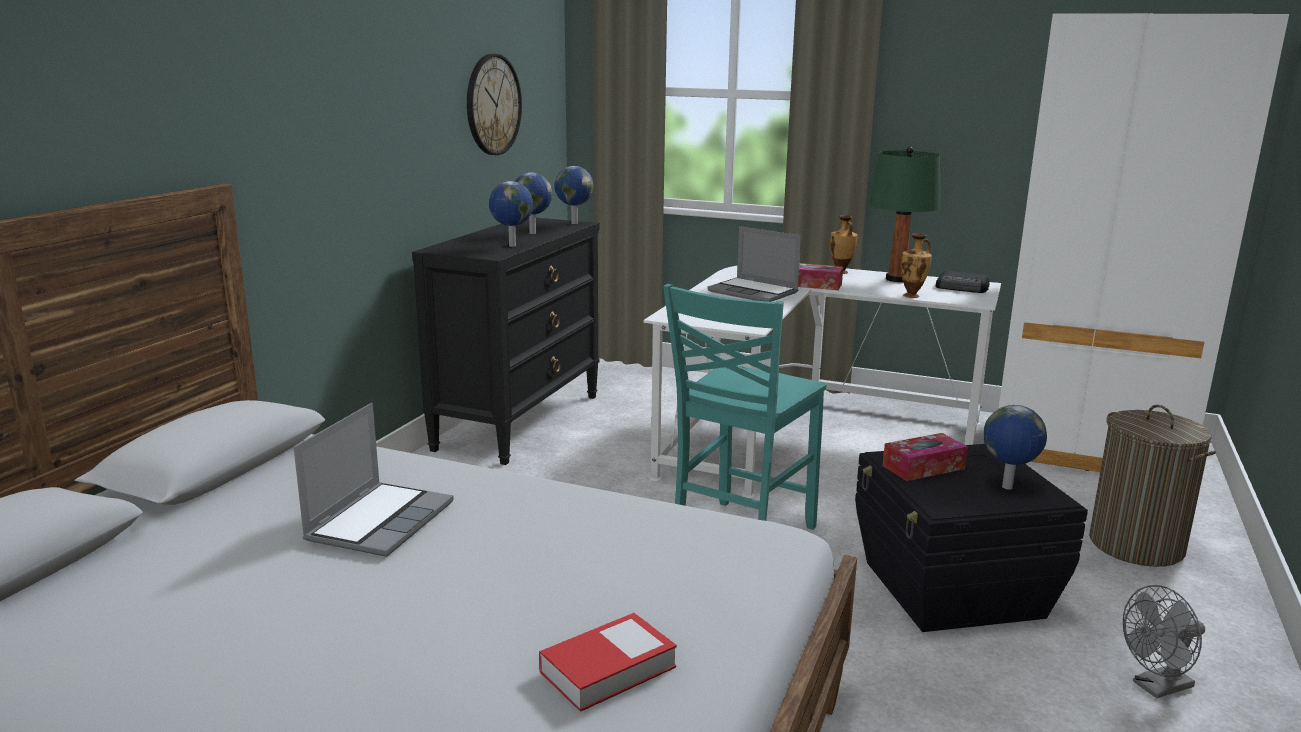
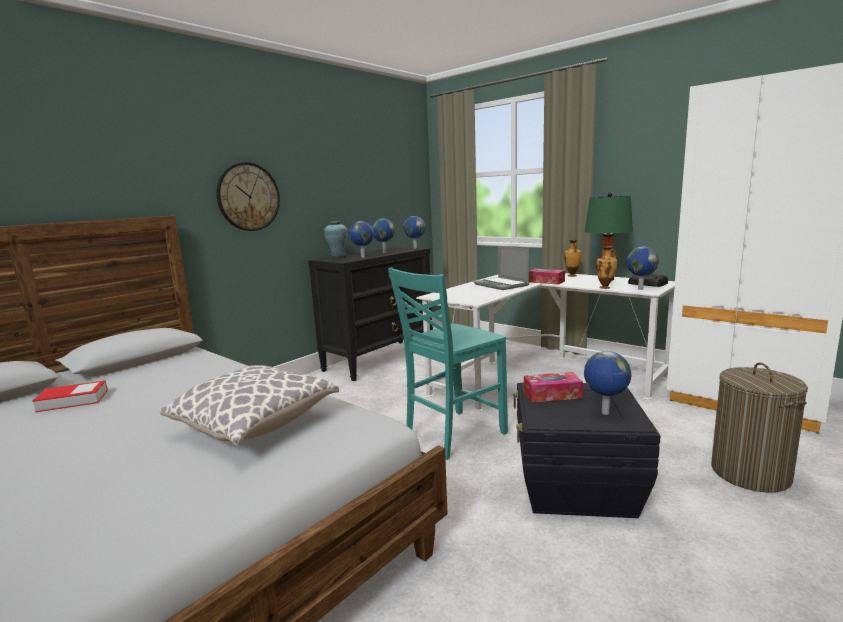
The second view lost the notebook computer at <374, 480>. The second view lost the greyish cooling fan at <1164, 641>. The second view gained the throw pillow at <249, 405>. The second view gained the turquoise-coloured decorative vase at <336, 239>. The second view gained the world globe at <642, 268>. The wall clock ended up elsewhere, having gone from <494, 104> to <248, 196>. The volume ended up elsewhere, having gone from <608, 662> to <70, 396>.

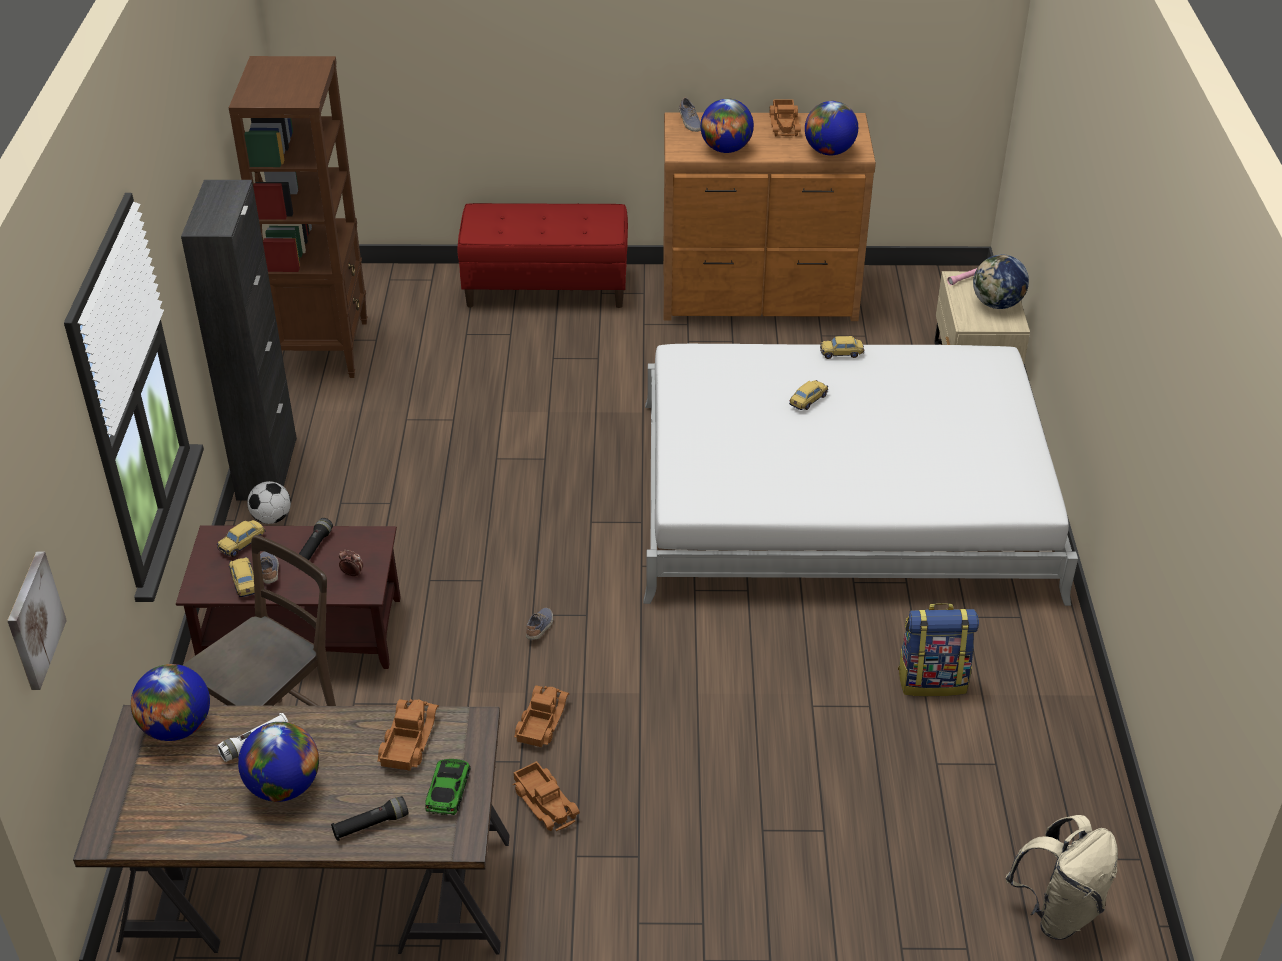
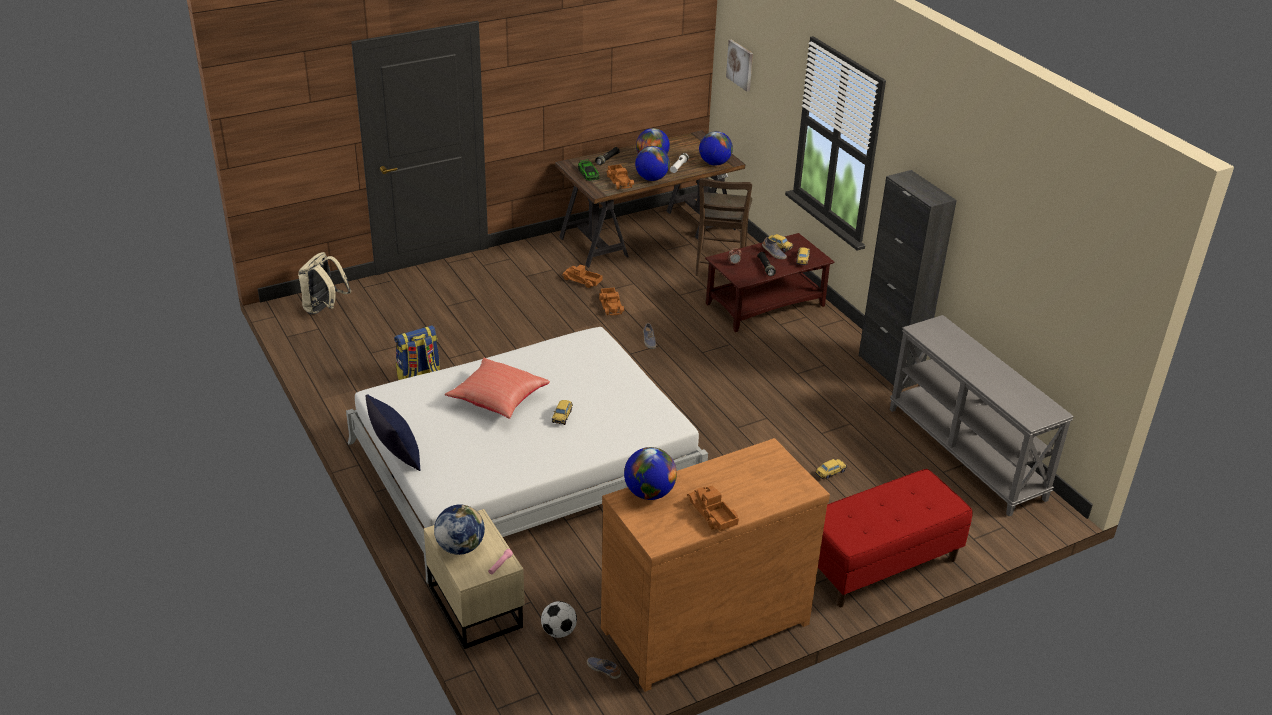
The second view gained the blue-coloured throw pillow at <393, 432>. The second view gained the red throw pillow at <497, 388>. The ball for football ended up elsewhere, having gone from <269, 502> to <559, 619>. The low shoe ended up elsewhere, having gone from <690, 114> to <604, 668>. The world globe ended up elsewhere, having gone from <727, 125> to <652, 163>. The model car ended up elsewhere, having gone from <842, 347> to <831, 469>. Where the brown bookshelf stood at <298, 217>, the greyish console table came to stand at <982, 415>.

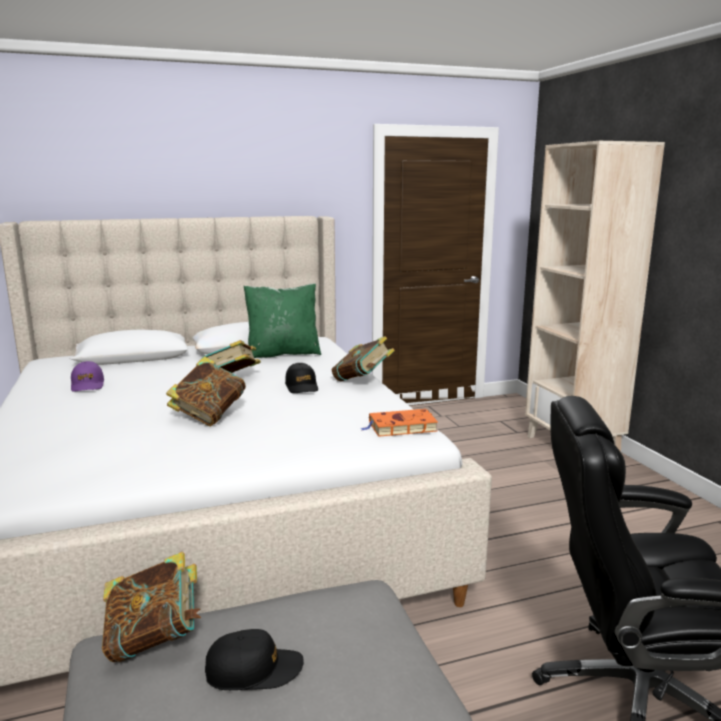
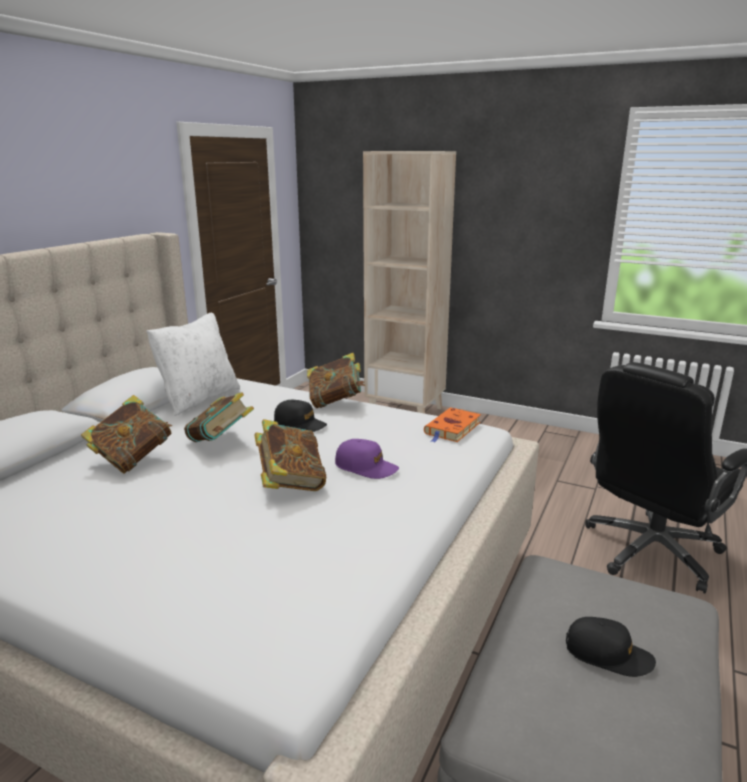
The purple-coloured cap ended up elsewhere, having gone from <87, 376> to <367, 459>. The volume ended up elsewhere, having gone from <151, 607> to <126, 434>. What was the green throw pillow at <283, 320> turned into the whitish throw pillow at <193, 364>. The black cap at <254, 659> ended up facing another way, 75 degrees clockwise from before.

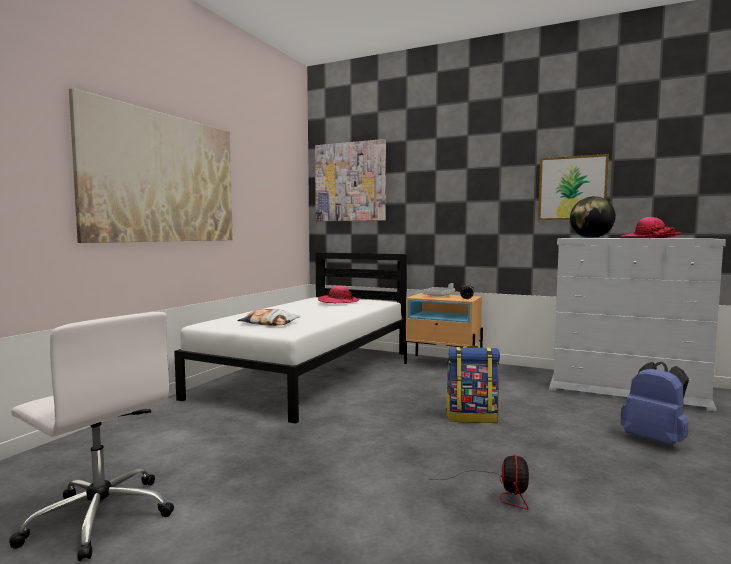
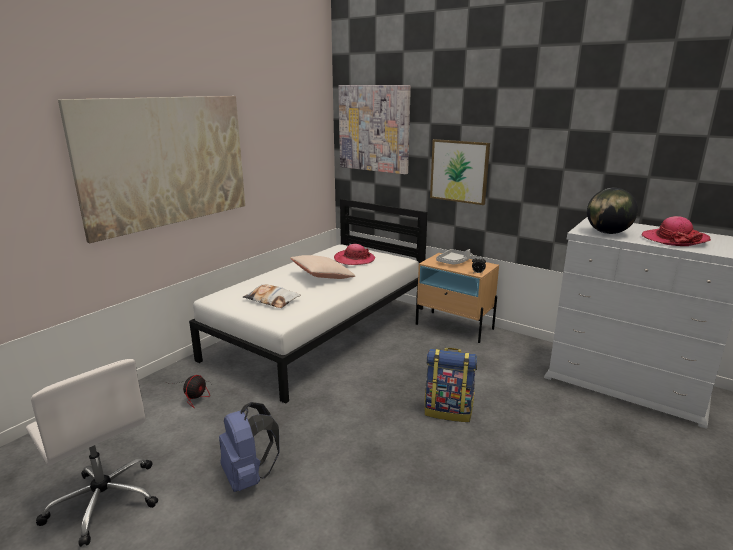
The second view gained the sand-coloured throw pillow at <322, 267>. The cooling fan ended up elsewhere, having gone from <481, 482> to <189, 392>. The picture ended up elsewhere, having gone from <573, 187> to <460, 172>. The blue-coloured rucksack ended up elsewhere, having gone from <654, 403> to <249, 447>.

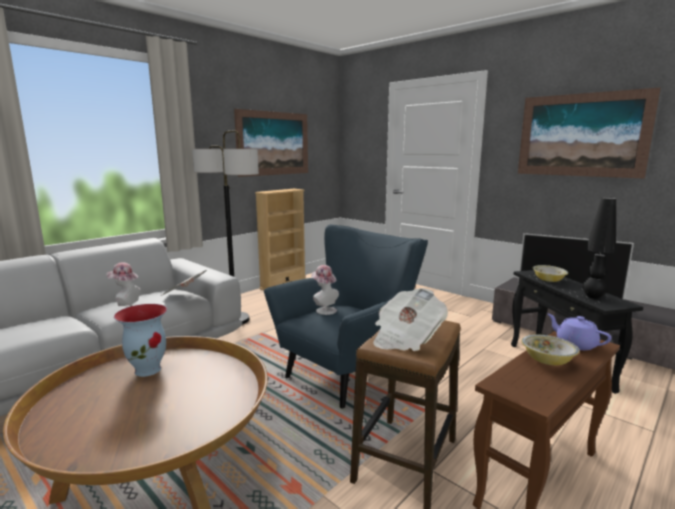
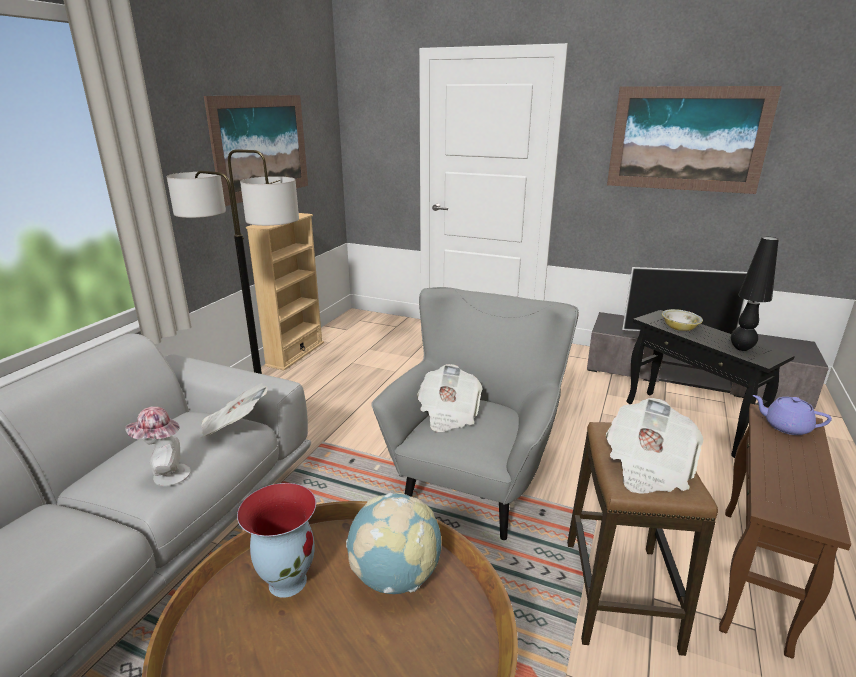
The second view lost the deep dish at <551, 349>. The second view gained the world globe at <393, 543>. Where the hat stood at <325, 290>, the daily paper came to stand at <450, 398>. What was the blue-coloured lounge chair at <346, 316> turned into the greyish lounge chair at <475, 413>.

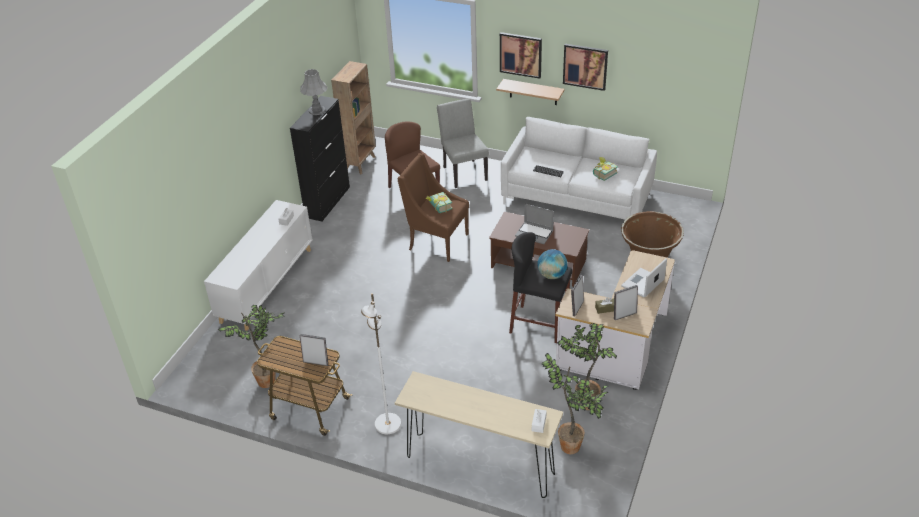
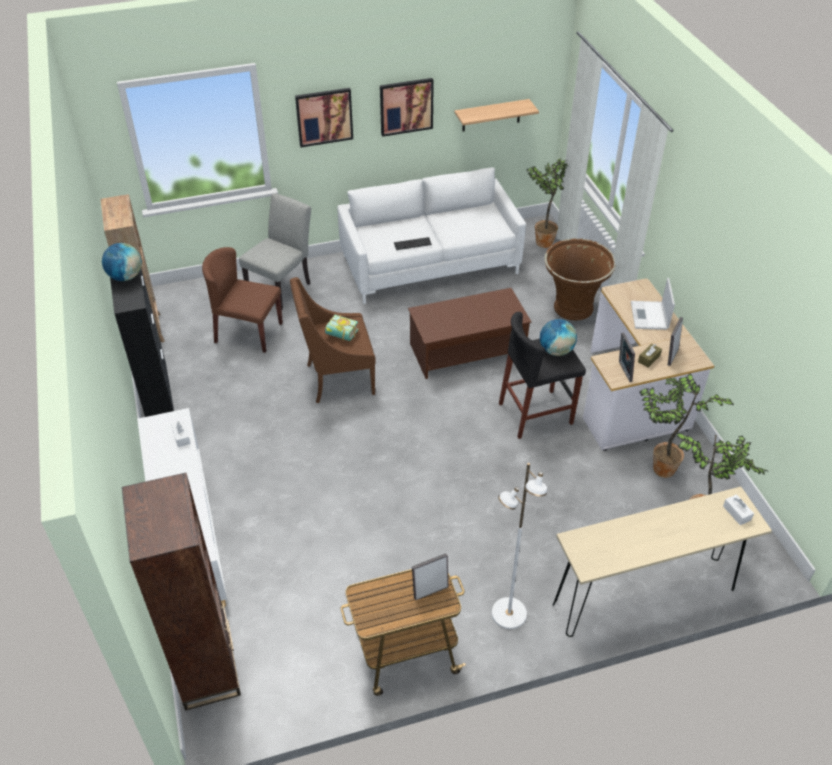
The second view lost the notebook computer at <534, 224>. The second view lost the volume at <605, 169>. The second view gained the brown bookshelf at <181, 592>. The houseplant ended up elsewhere, having gone from <251, 346> to <547, 203>. The shelf ended up elsewhere, having gone from <530, 92> to <496, 115>. Where the greyish lamp for a table stood at <314, 92>, the world globe came to stand at <122, 262>. The greyish chair at <463, 143> ended up facing another way, 90 degrees clockwise from before.

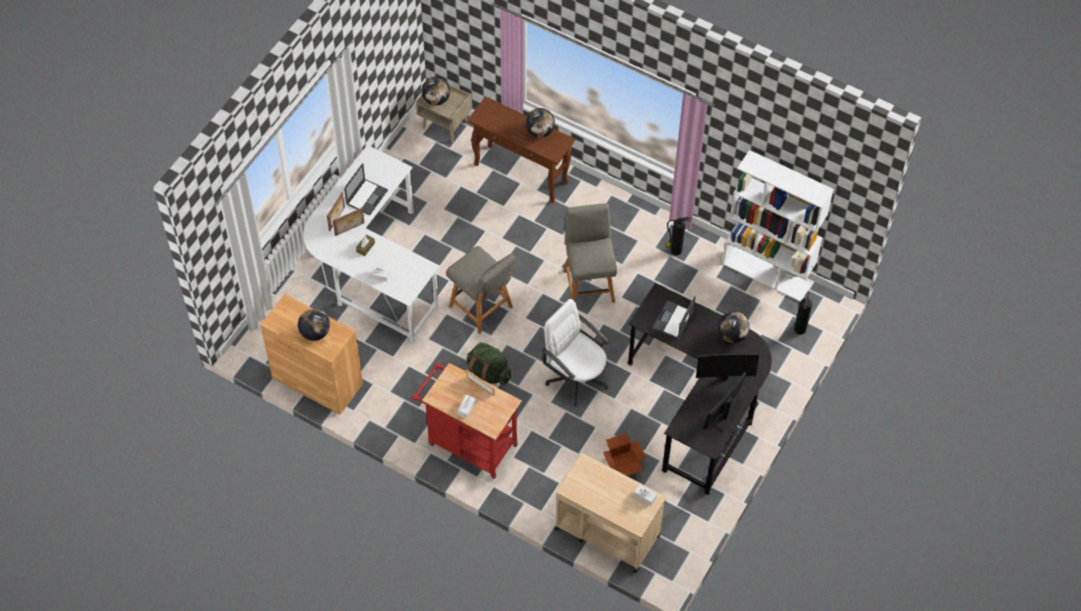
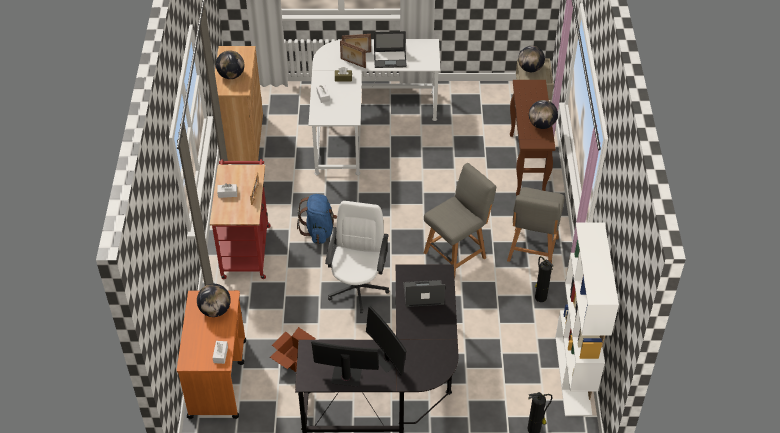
The greyish chair ended up elsewhere, having gone from <481, 290> to <536, 225>. The world globe ended up elsewhere, having gone from <733, 327> to <214, 300>. What was the green rucksack at <489, 363> turned into the blue-coloured rucksack at <317, 219>. What was the sand-coloured wheeled cart at <610, 513> turned into the orangey wheeled cart at <211, 354>.

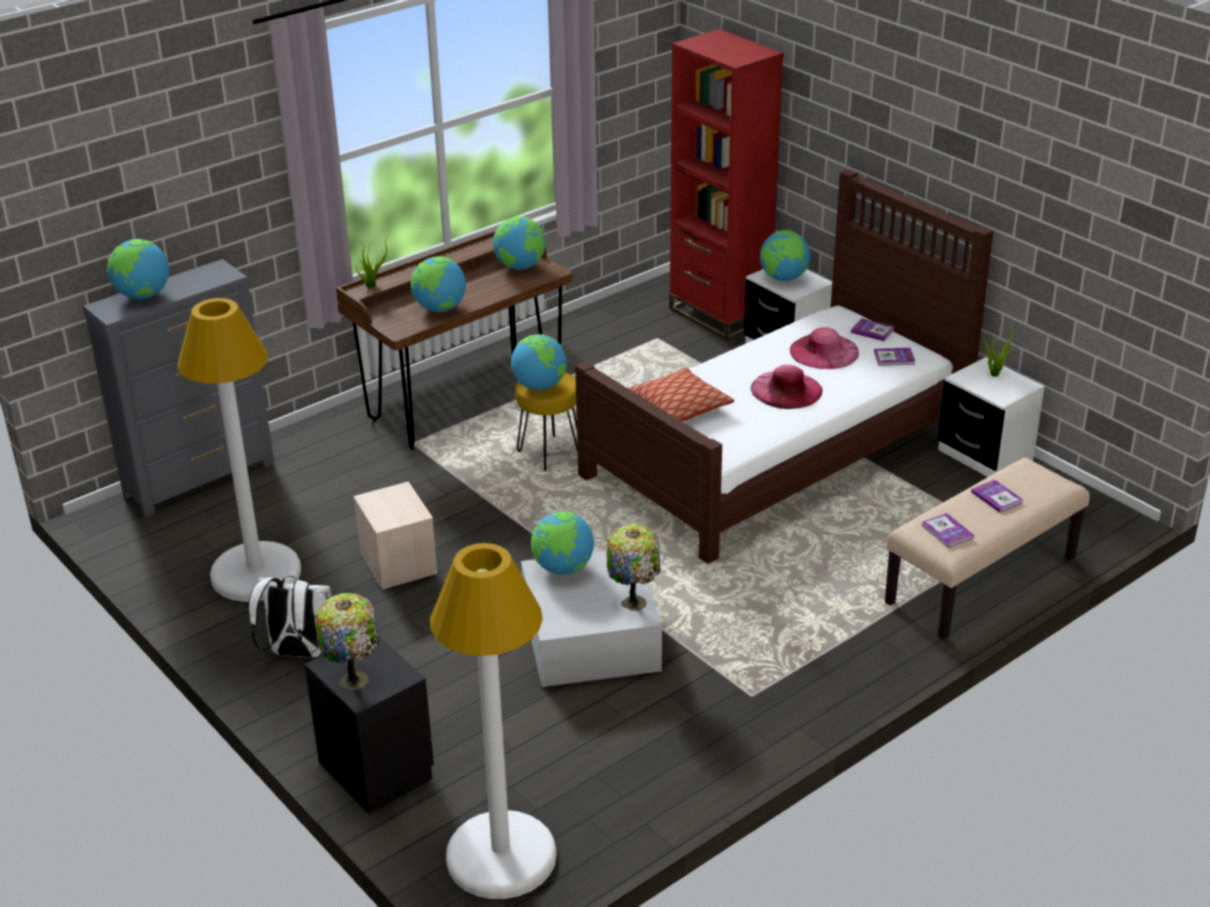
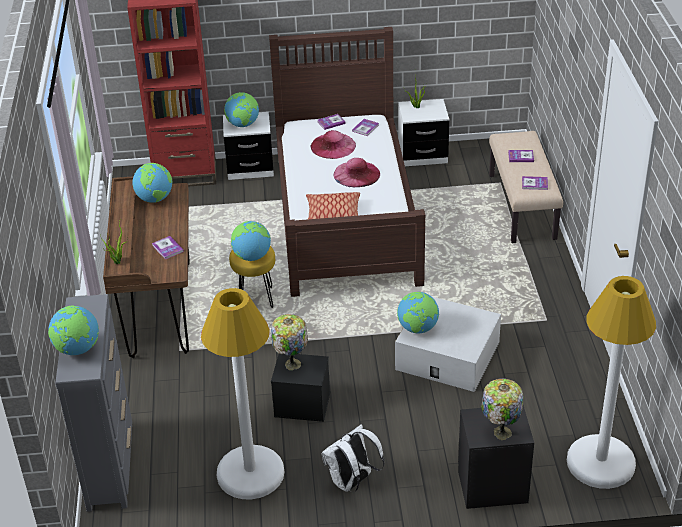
The lamp for a table ended up elsewhere, having gone from <633, 567> to <289, 342>. Where the world globe stood at <438, 284>, the volume came to stand at <168, 247>. What was the sand-coloured storage bin at <395, 535> turned into the black storage bin at <300, 388>.

